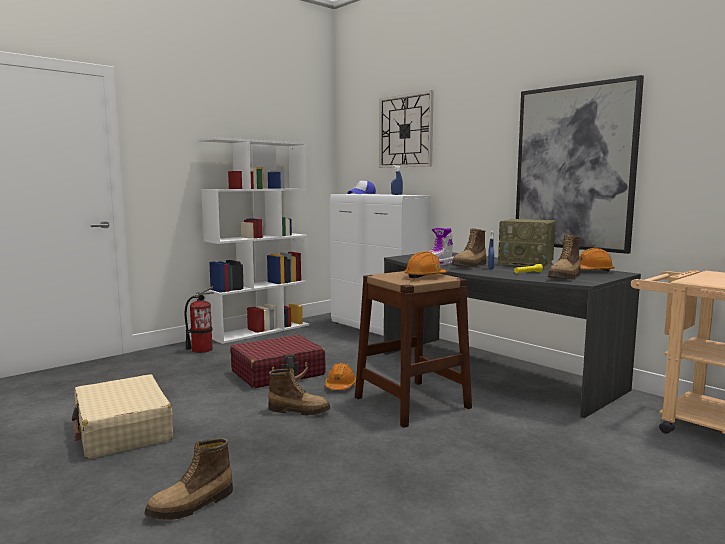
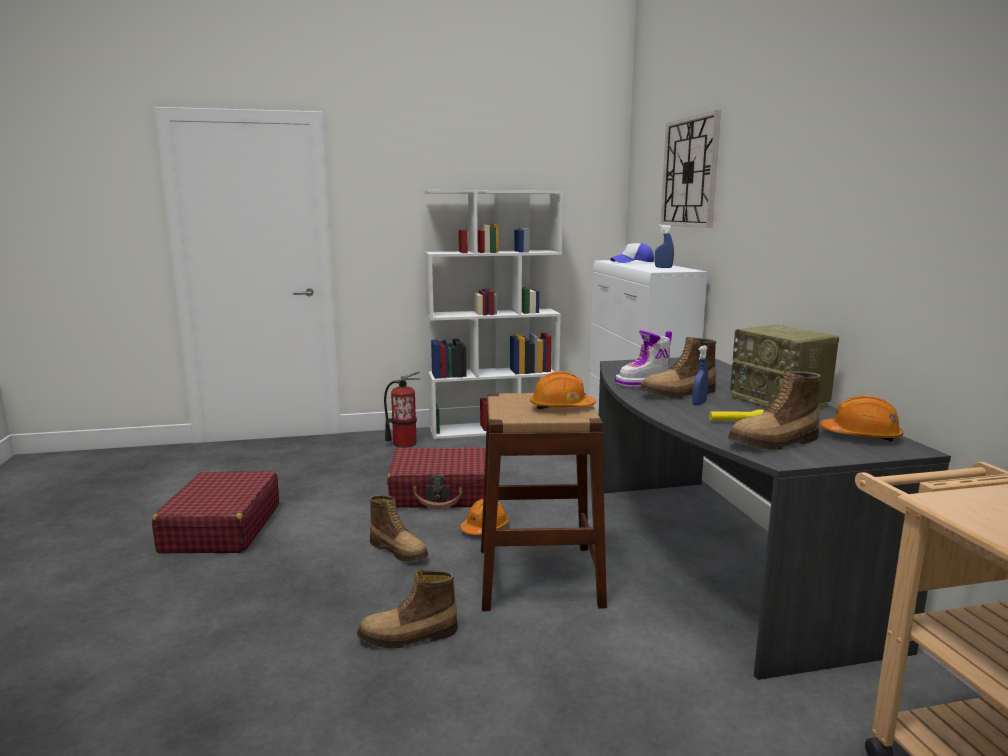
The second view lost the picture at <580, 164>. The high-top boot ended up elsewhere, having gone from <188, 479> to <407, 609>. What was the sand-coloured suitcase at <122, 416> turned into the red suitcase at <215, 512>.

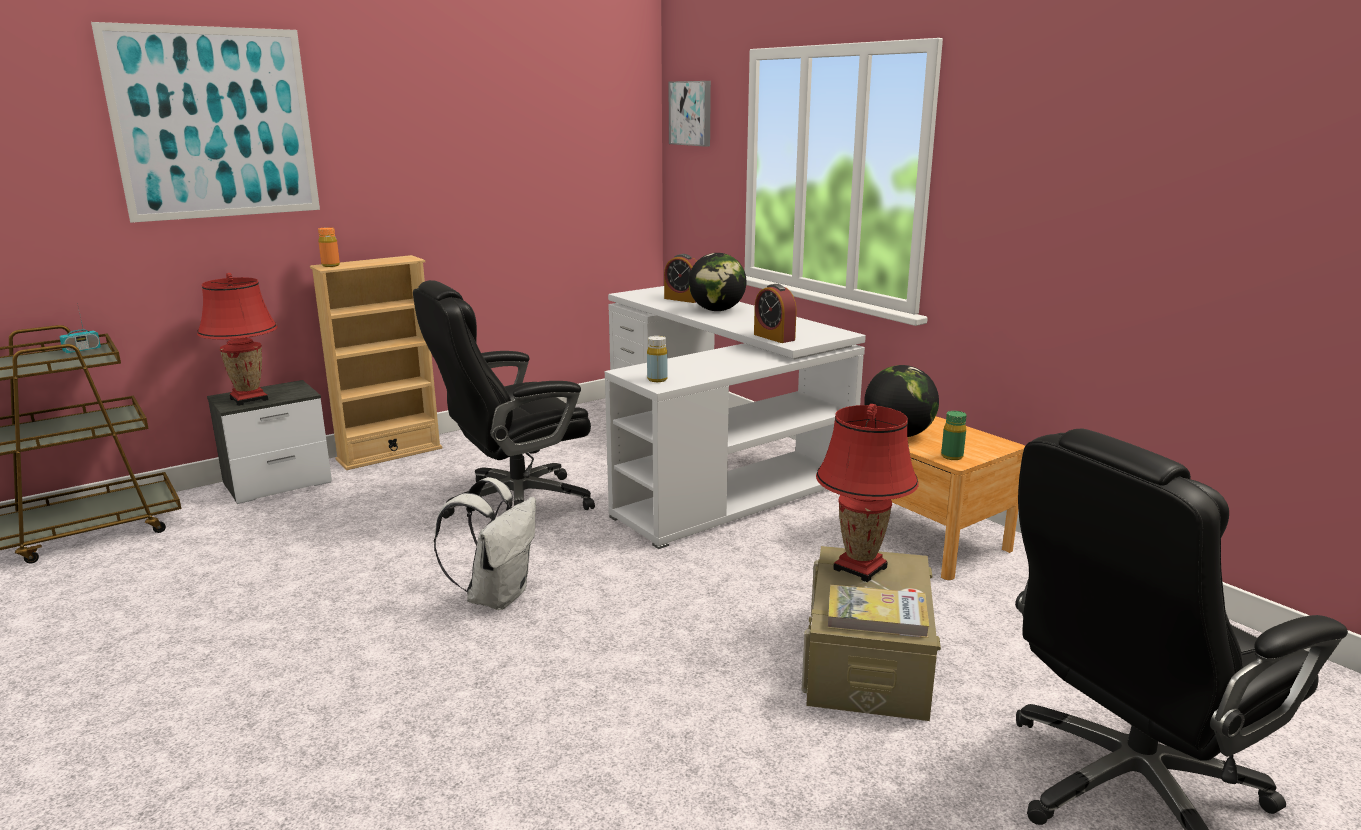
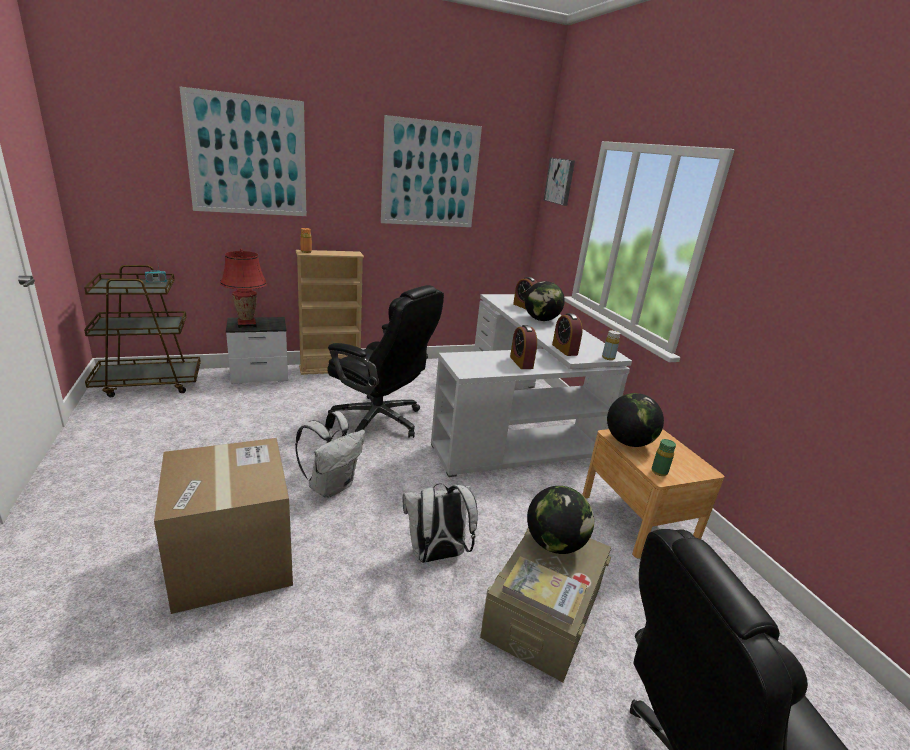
The second view gained the cardboard box at <223, 526>. The second view gained the picture at <431, 171>. The second view gained the whitish rucksack at <440, 523>. The second view gained the table clock at <523, 347>. The yellow beverage bottle ended up elsewhere, having gone from <657, 359> to <611, 345>. Where the red lamp for a table stood at <867, 493>, the world globe came to stand at <560, 520>. The black office chair at <504, 399> ended up facing another way, 135 degrees counterclockwise from before.

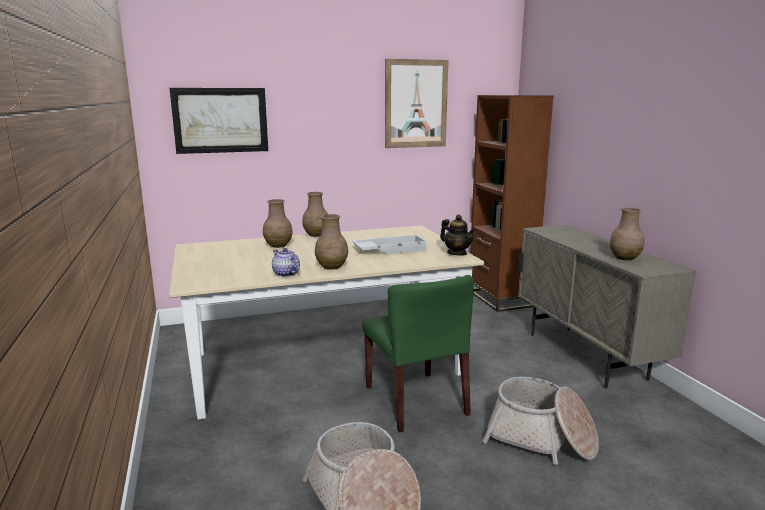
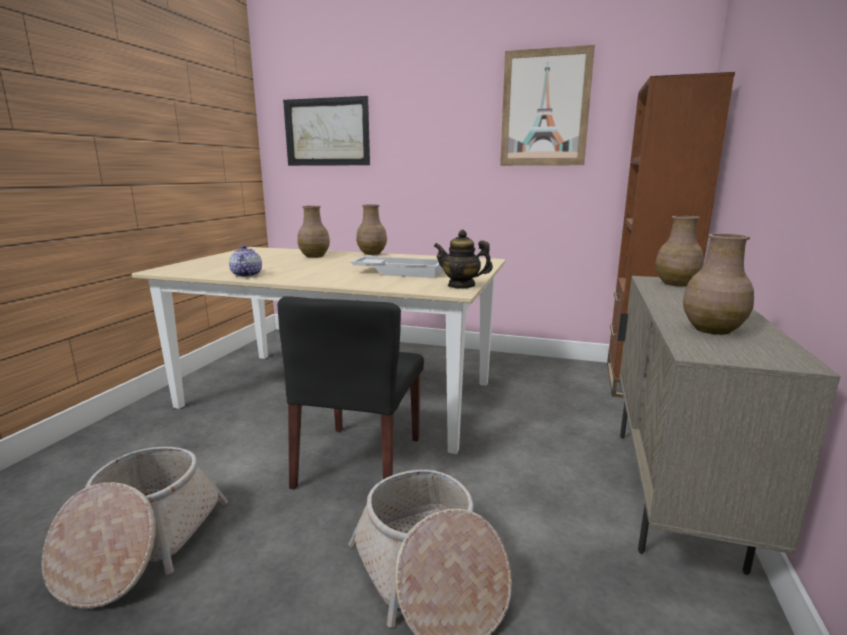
The brown decorative vase ended up elsewhere, having gone from <331, 242> to <679, 251>. What was the green chair at <418, 353> turned into the black chair at <351, 393>. The teapot at <458, 235> ended up facing another way, 120 degrees clockwise from before.

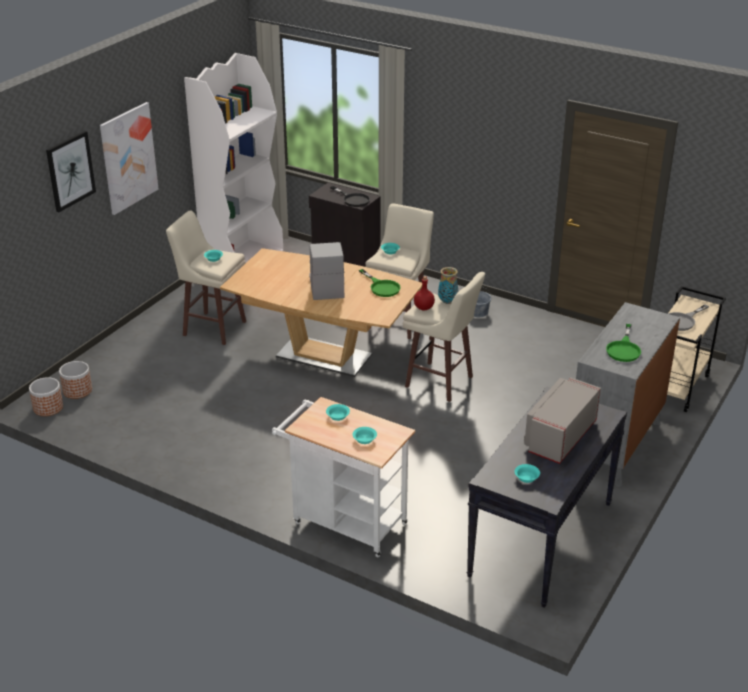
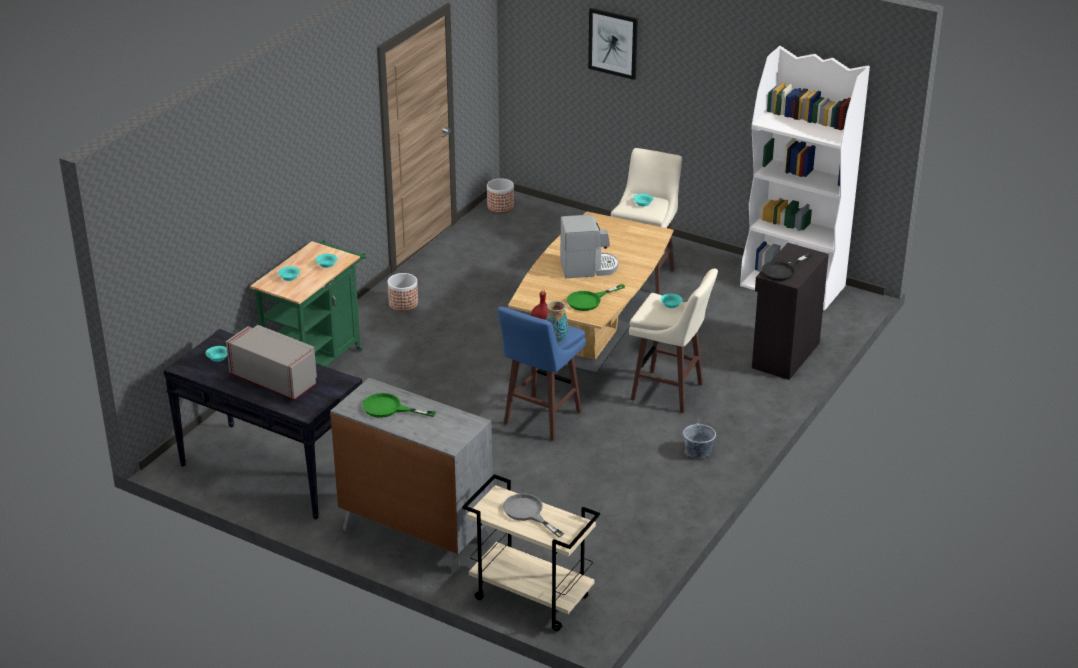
The second view lost the picture at <129, 158>. The plant pot ended up elsewhere, having gone from <75, 380> to <403, 292>. What was the whitish wheeled cart at <343, 477> turned into the green wheeled cart at <308, 303>. What was the sand-coloured sitting stool at <444, 337> turned into the blue-coloured sitting stool at <542, 374>.

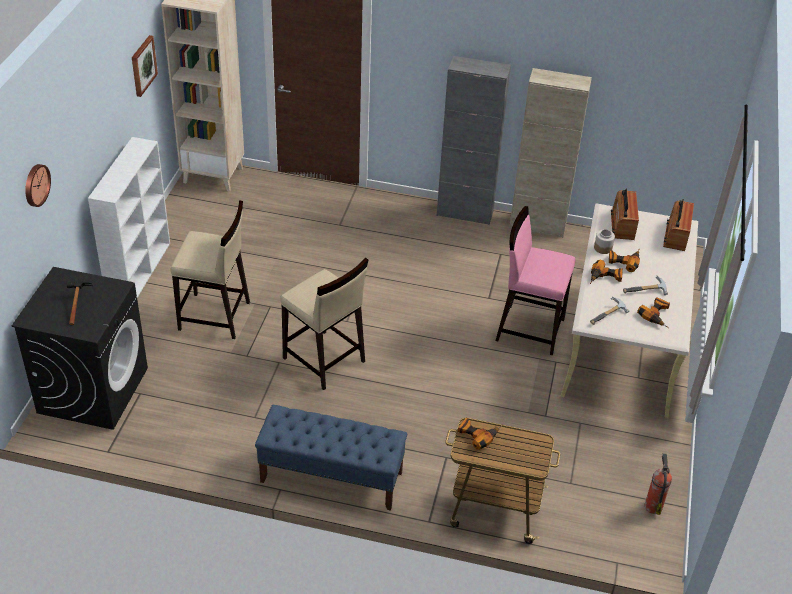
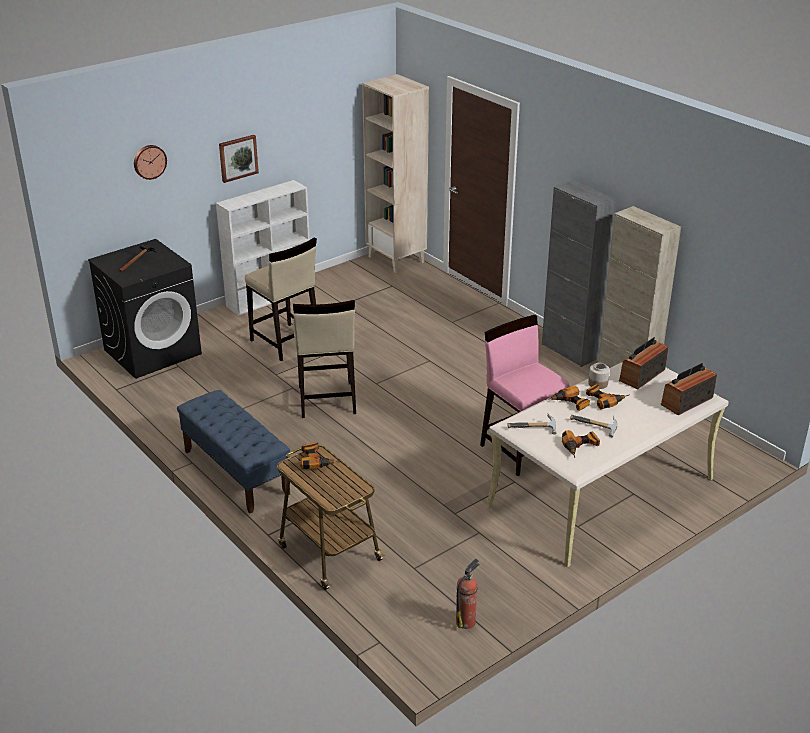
The picture ended up elsewhere, having gone from <145, 66> to <239, 159>.

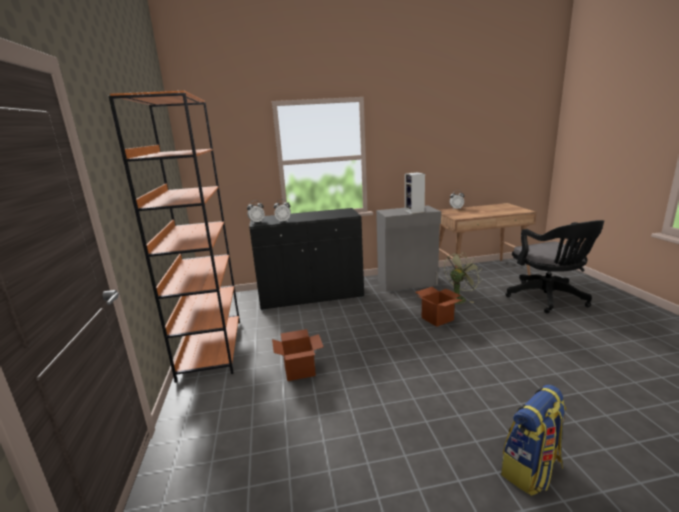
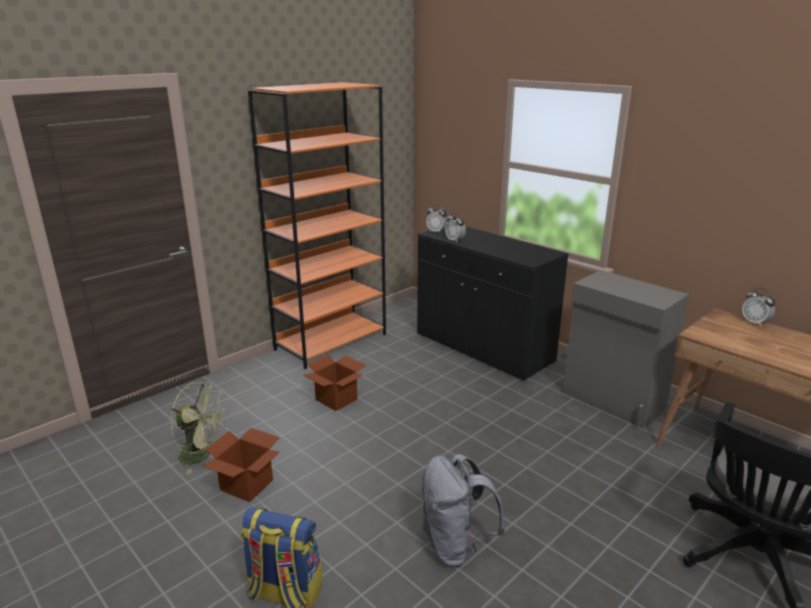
The second view lost the audio speaker at <415, 193>. The second view gained the greyish rucksack at <463, 510>. The cardboard box ended up elsewhere, having gone from <438, 307> to <241, 465>. The green cooling fan ended up elsewhere, having gone from <463, 278> to <199, 428>.

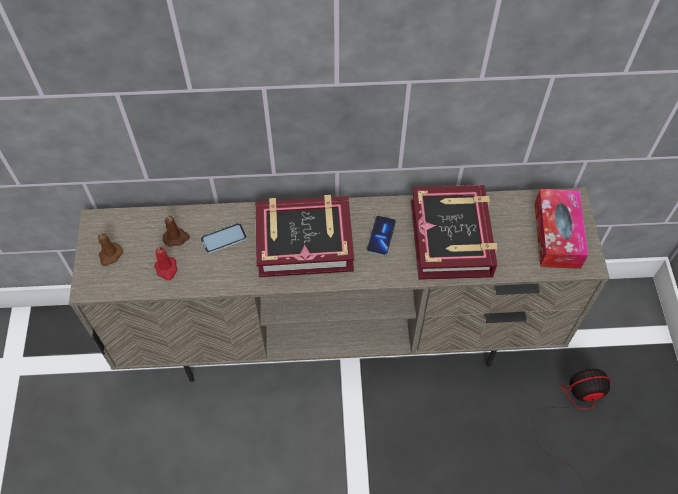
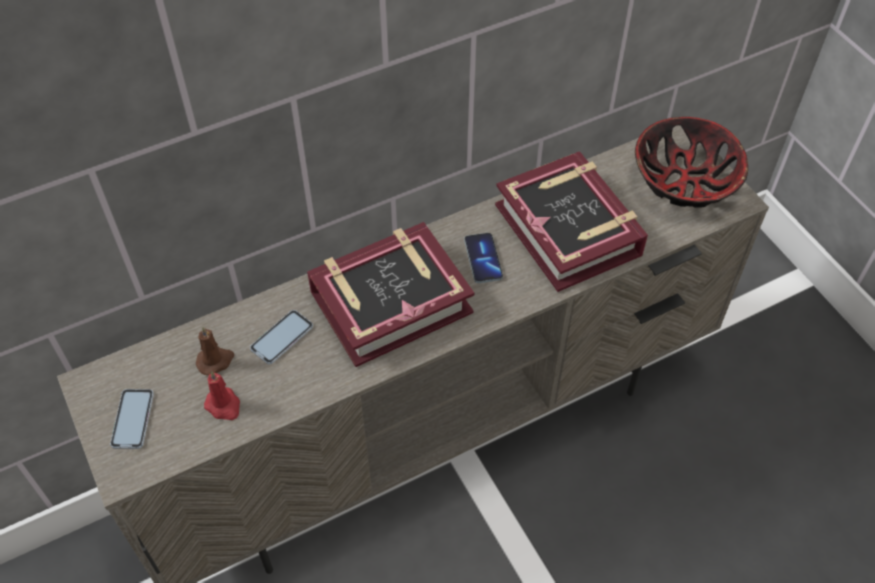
The second view lost the cooling fan at <571, 430>. Where the brown candle stood at <110, 249>, the phone came to stand at <132, 419>. Where the box of tissues stood at <561, 229>, the deep dish came to stand at <691, 162>.

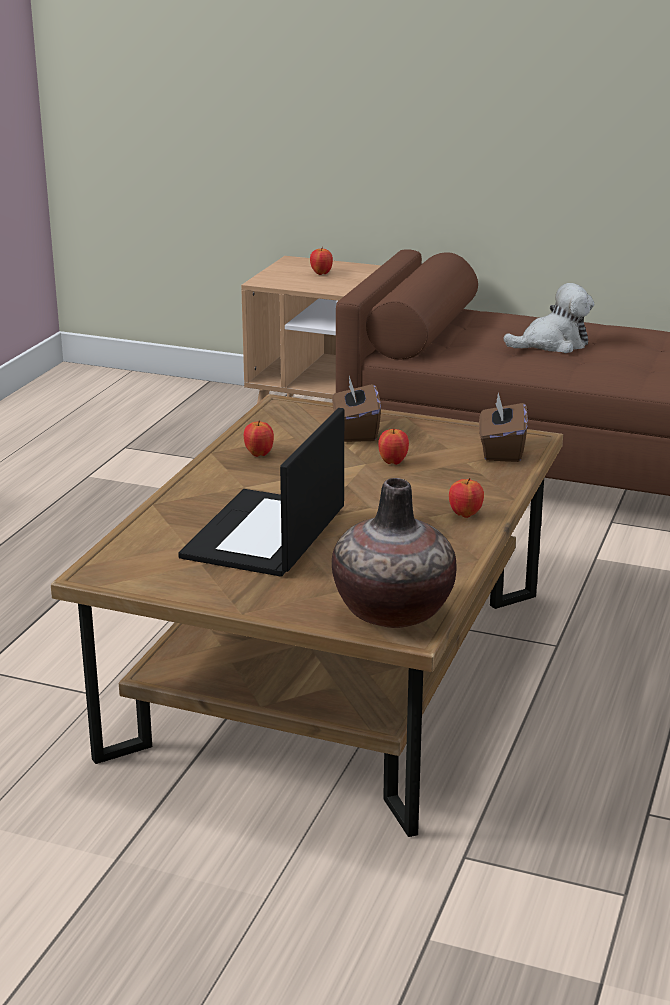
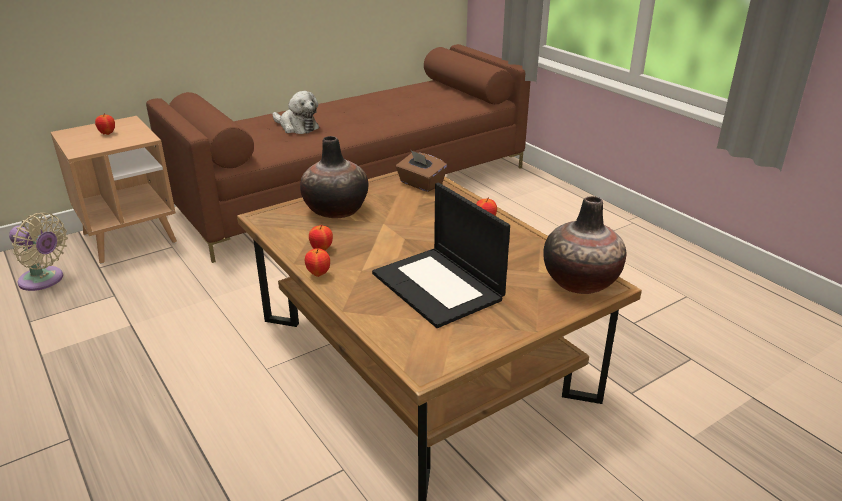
The second view gained the sand-coloured cooling fan at <38, 252>. The apple ended up elsewhere, having gone from <393, 446> to <317, 263>. Where the brown box of tissues stood at <356, 409>, the decorative vase came to stand at <334, 177>. The cuddly toy at <548, 318> ended up facing another way, 105 degrees clockwise from before.

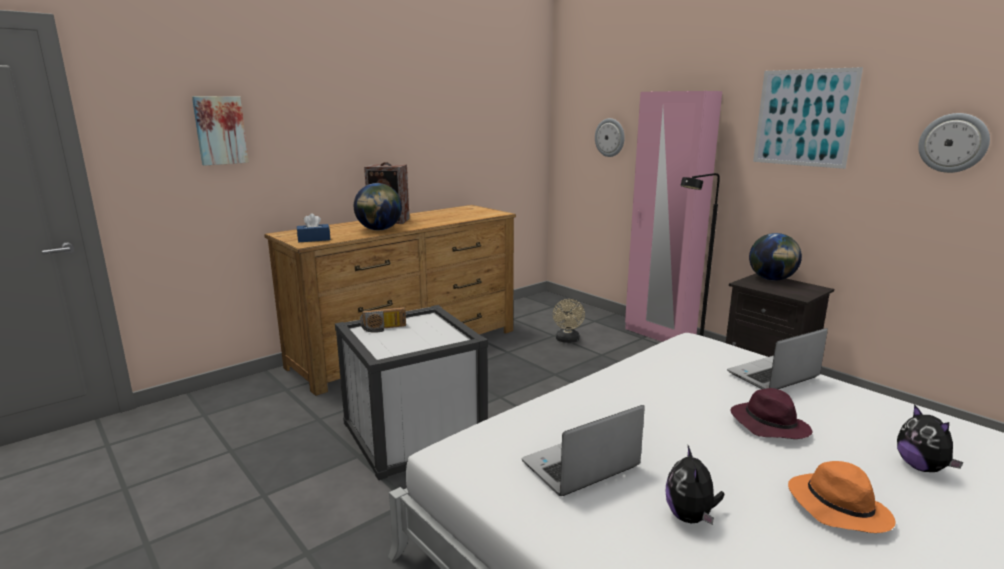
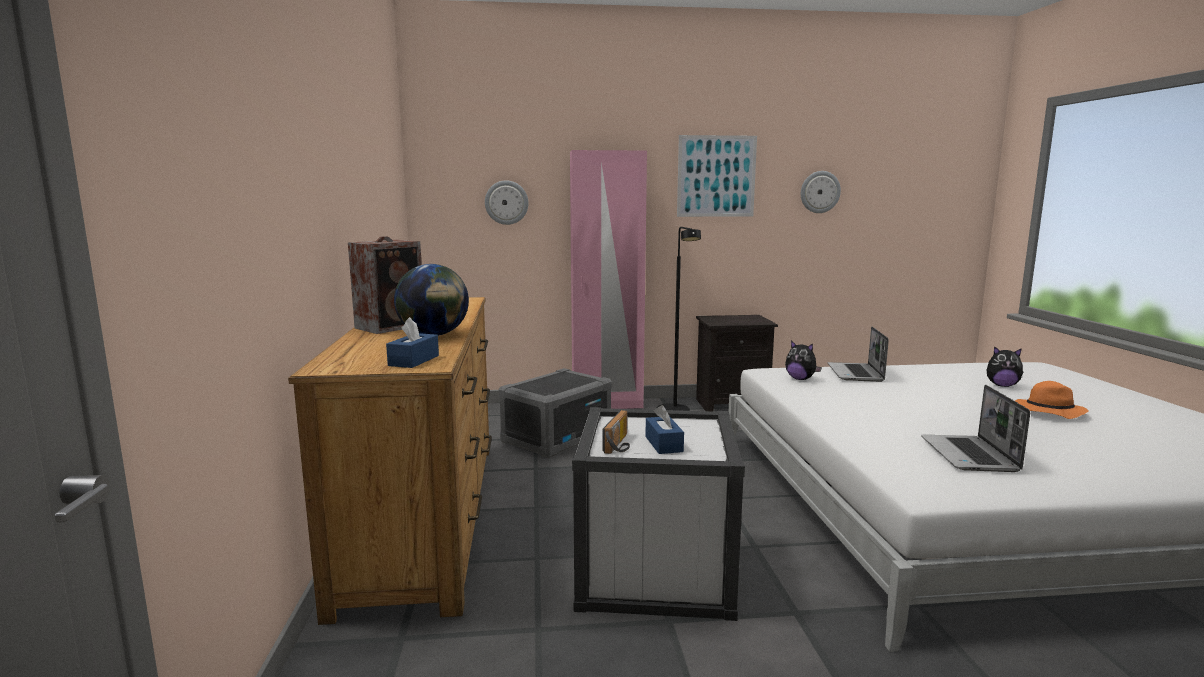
The second view lost the picture at <220, 131>. The second view lost the purple-coloured hat at <771, 413>. The second view lost the world globe at <775, 257>. The second view gained the blue-coloured box of tissues at <664, 429>. The cuddly toy ended up elsewhere, having gone from <695, 485> to <803, 360>. Where the sand-coloured cooling fan stood at <569, 321>, the greyish storage bin came to stand at <555, 413>.

